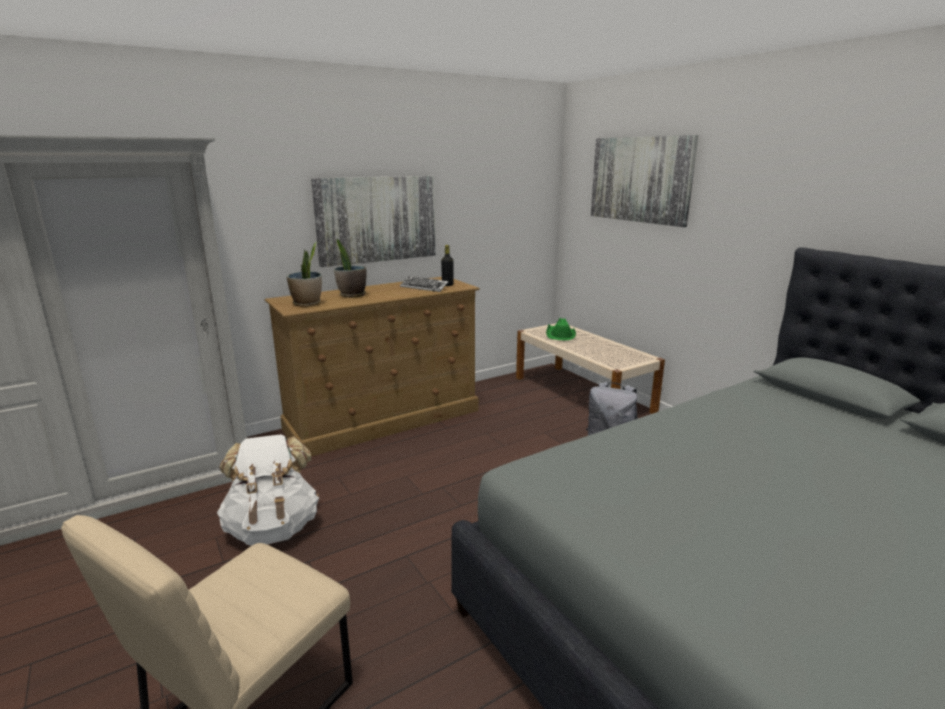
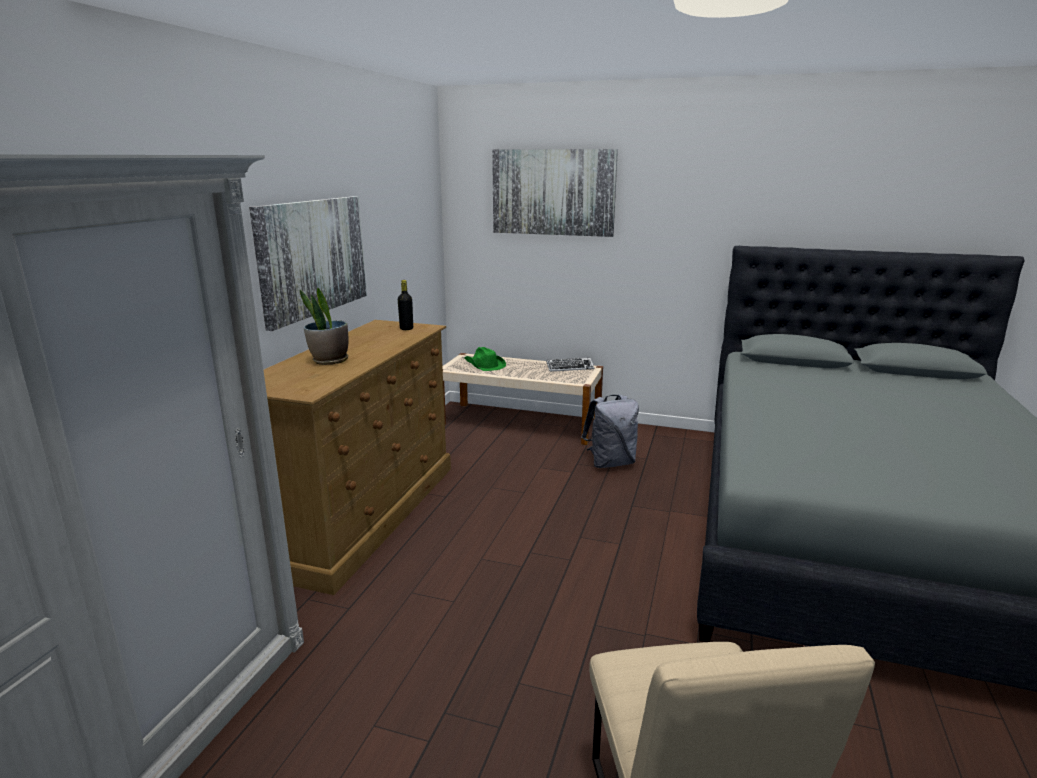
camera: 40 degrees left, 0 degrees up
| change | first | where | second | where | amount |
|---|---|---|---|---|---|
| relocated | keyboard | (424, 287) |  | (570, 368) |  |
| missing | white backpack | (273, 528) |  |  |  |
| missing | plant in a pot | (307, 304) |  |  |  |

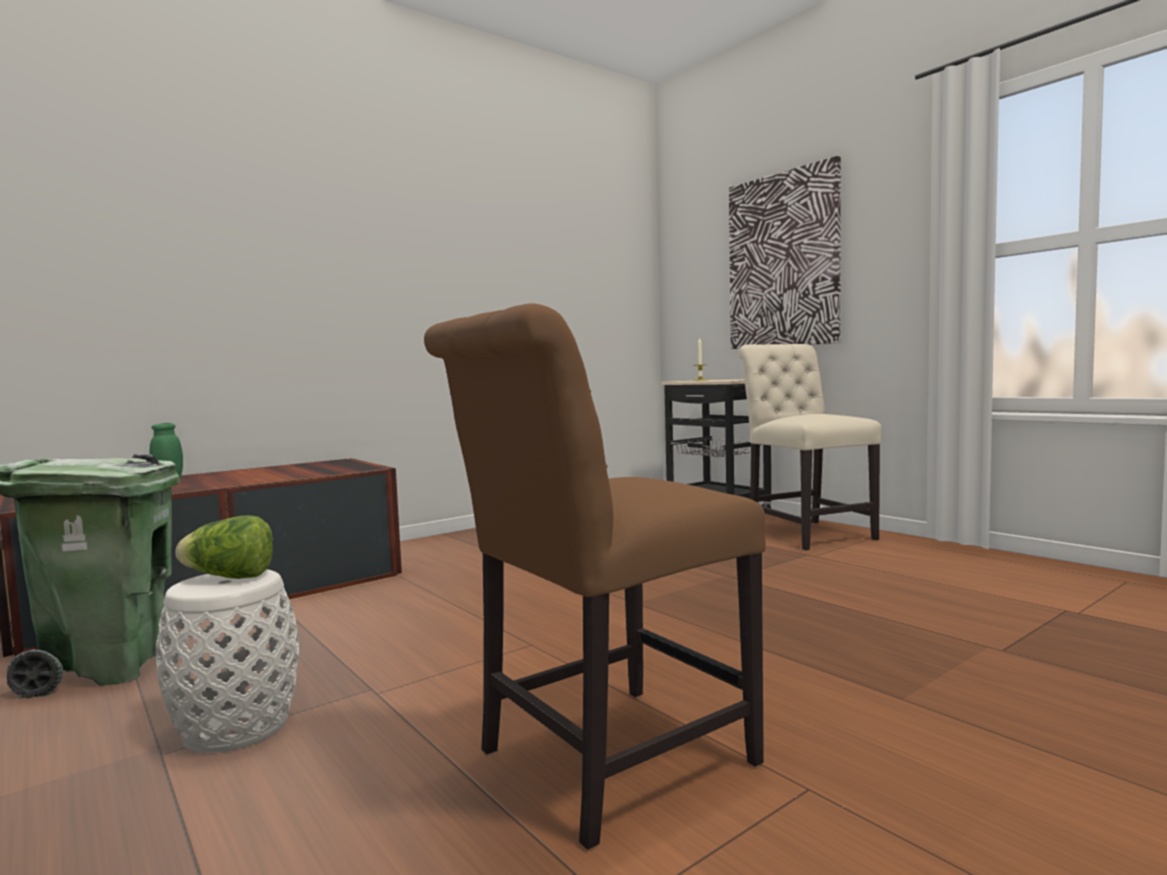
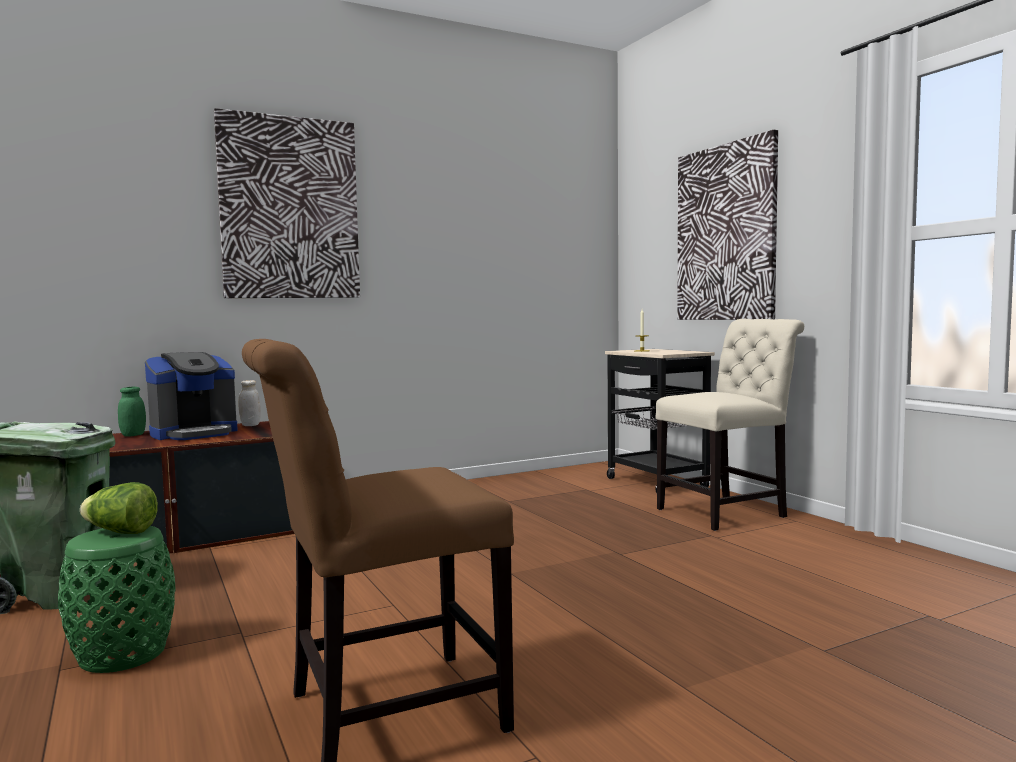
camera: 10 degrees right, 0 degrees up
| change | first | where | second | where | amount |
|---|---|---|---|---|---|
| colour | white sitting stool | (236, 728) | greenish sitting stool | (122, 654) |  |
| appeared |  |  | coffee maker | (194, 433) |  |
| appeared |  |  | wall picture | (290, 208) |  |
| appeared |  |  | white jar | (250, 425) |  |
| spun | sand-coloured upright chair | (806, 533) |  | (728, 512) | 75 degrees clockwise |

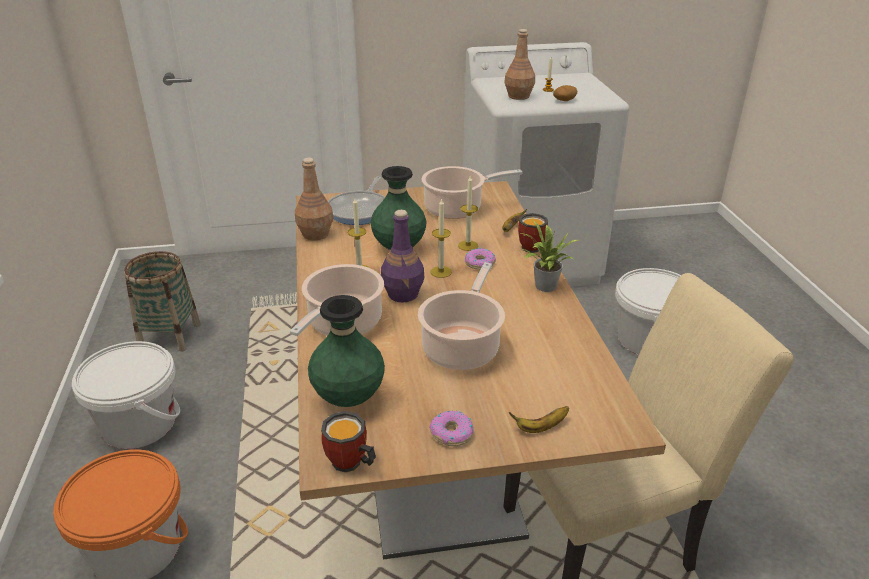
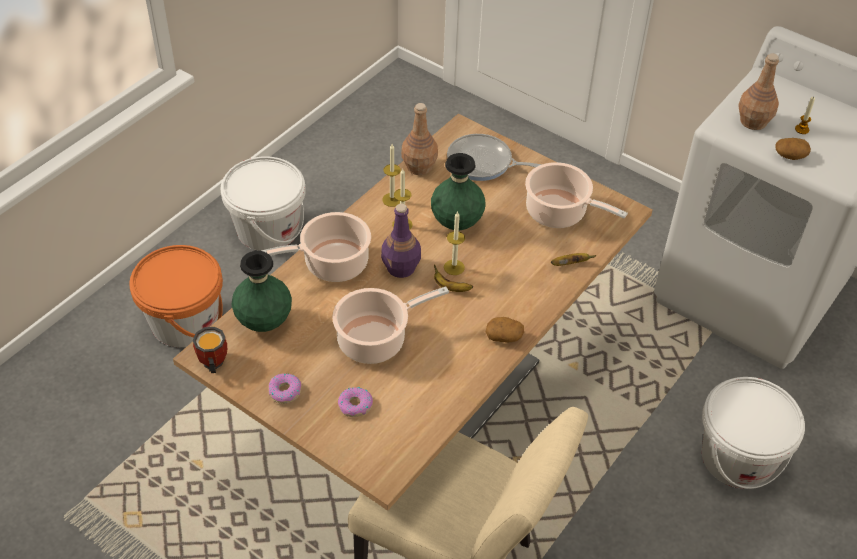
camera: 45 degrees right, 15 degrees up
| change | first | where | second | where | amount |
|---|---|---|---|---|---|
| relocated | donut | (480, 263) |  | (355, 405) |  |
| relocated | candle | (468, 245) |  | (392, 199) |  |
| relocated | banana | (540, 427) |  | (450, 287) |  |
| spun | frying pan | (360, 210) |  | (483, 163) | 45 degrees clockwise |
| exchanged | plant in a pot | (543, 287) | whole potato | (504, 336) |  |
| missing | household basket | (170, 336) |  |  |  |
| missing | coffee mug | (533, 246) |  |  |  |

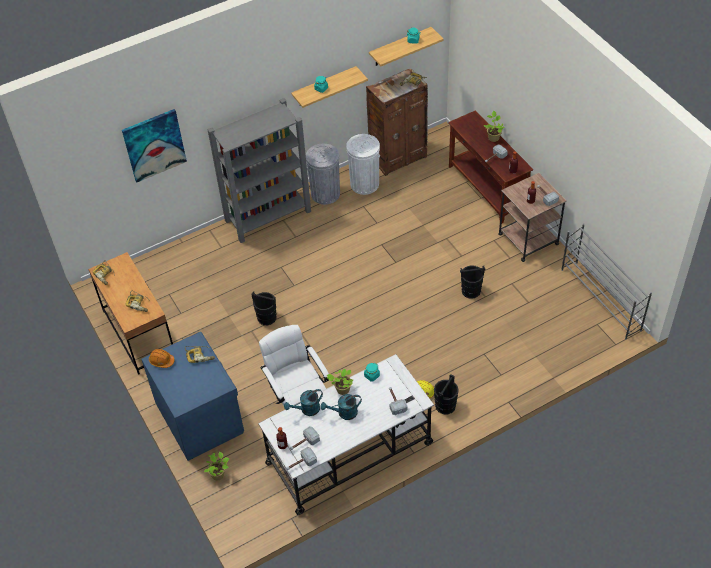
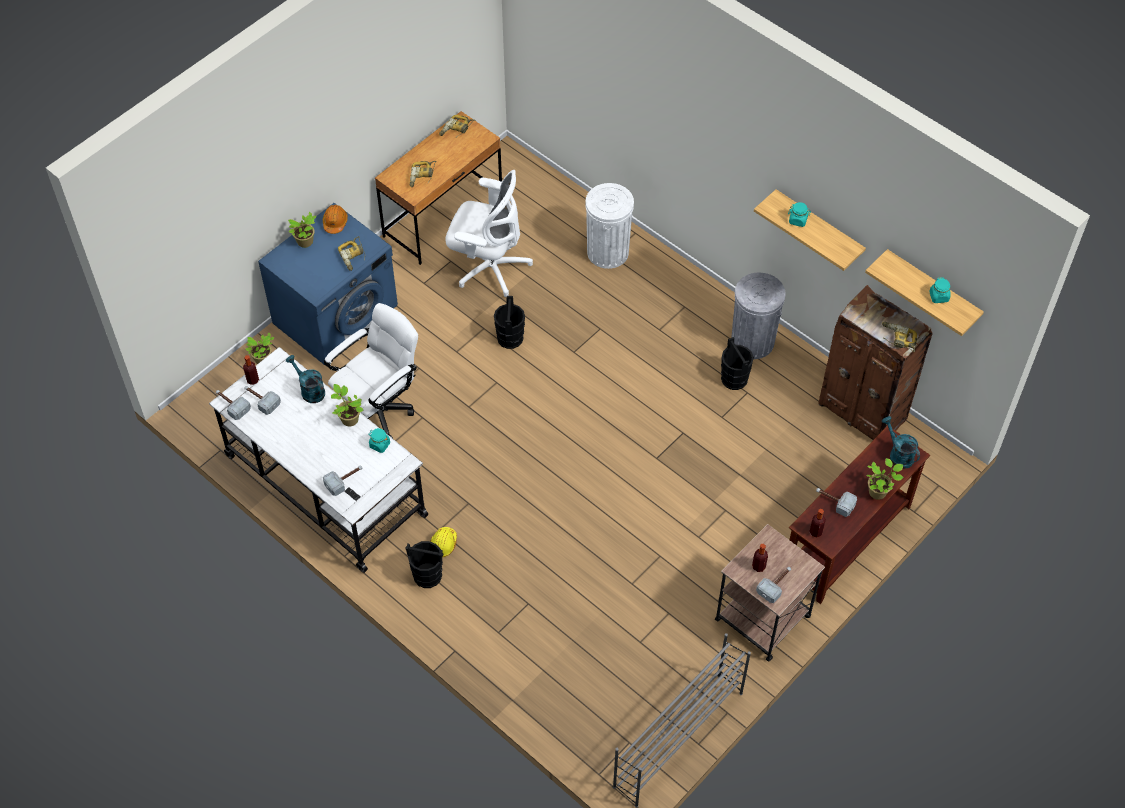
camera: 70 degrees right, 5 degrees up
| change | first | where | second | where | amount |
|---|---|---|---|---|---|
| appeared |  |  | plant in a pot | (306, 242) |  |
| appeared |  |  | white desk chair | (486, 267) |  |
| relocated | white rubbish bin | (364, 184) |  | (608, 252) |  |
| relocated | black pail | (471, 291) |  | (734, 379) |  |
| relocated | turquoise watering can | (344, 413) |  | (898, 454) |  |
| missing | wall picture | (154, 145) |  |  |  |
| missing | grey bookcase | (268, 216) |  |  |  |

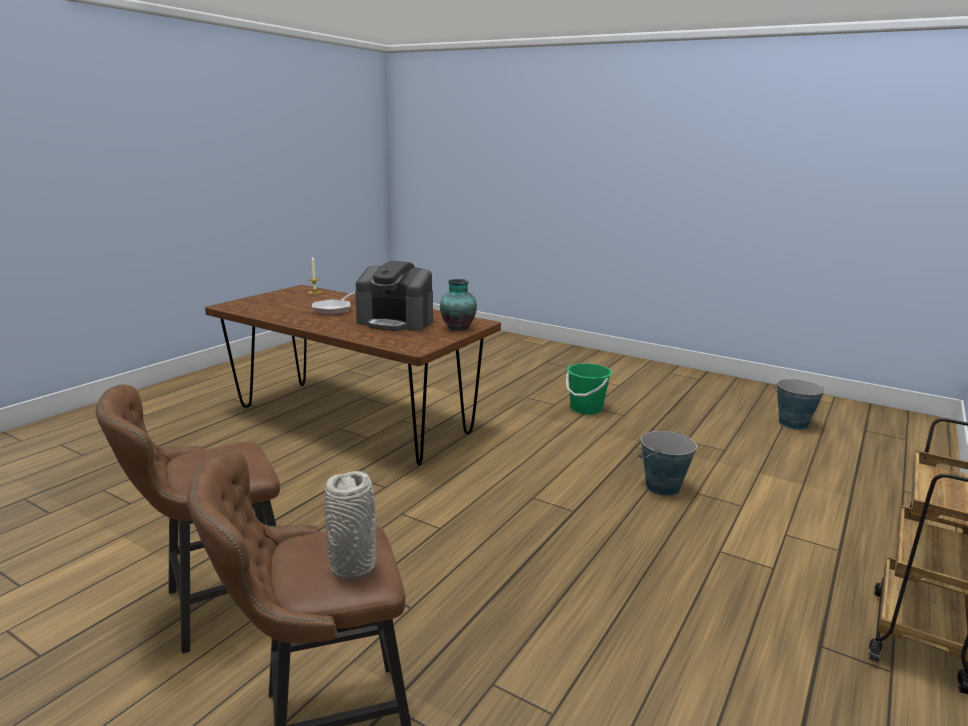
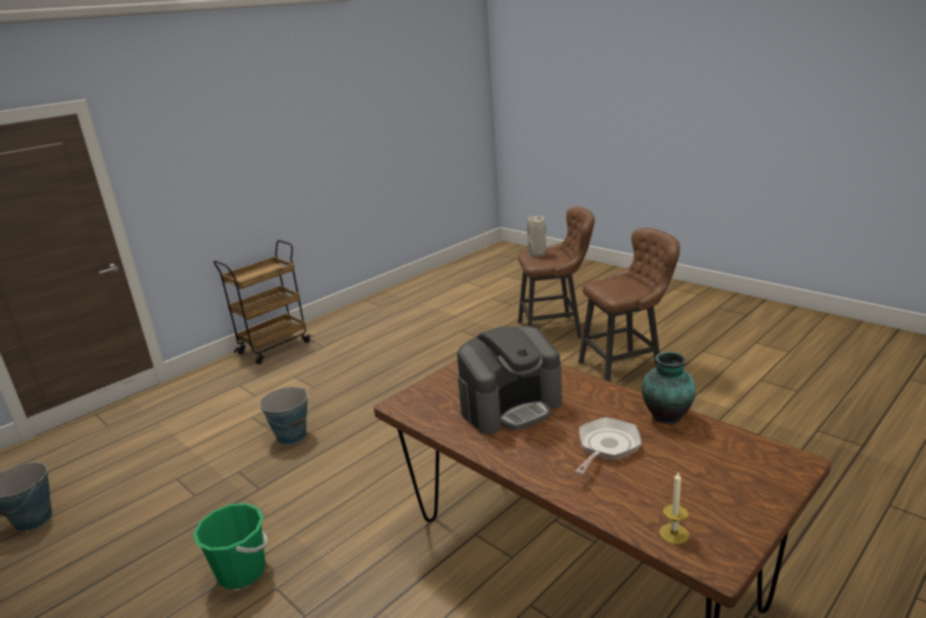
camera: 165 degrees left, 5 degrees up
| change | first | where | second | where | amount |
|---|---|---|---|---|---|
| spun | coffee maker | (396, 322) |  | (511, 406) | 120 degrees clockwise |
| relocated | flower vase | (457, 328) |  | (667, 417) |  |

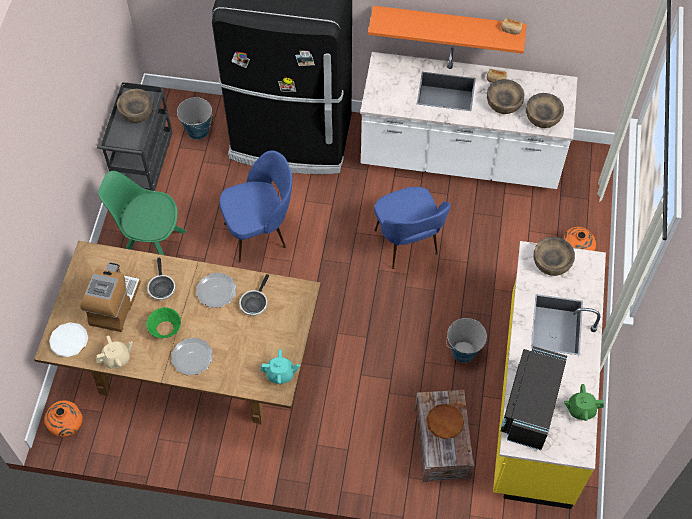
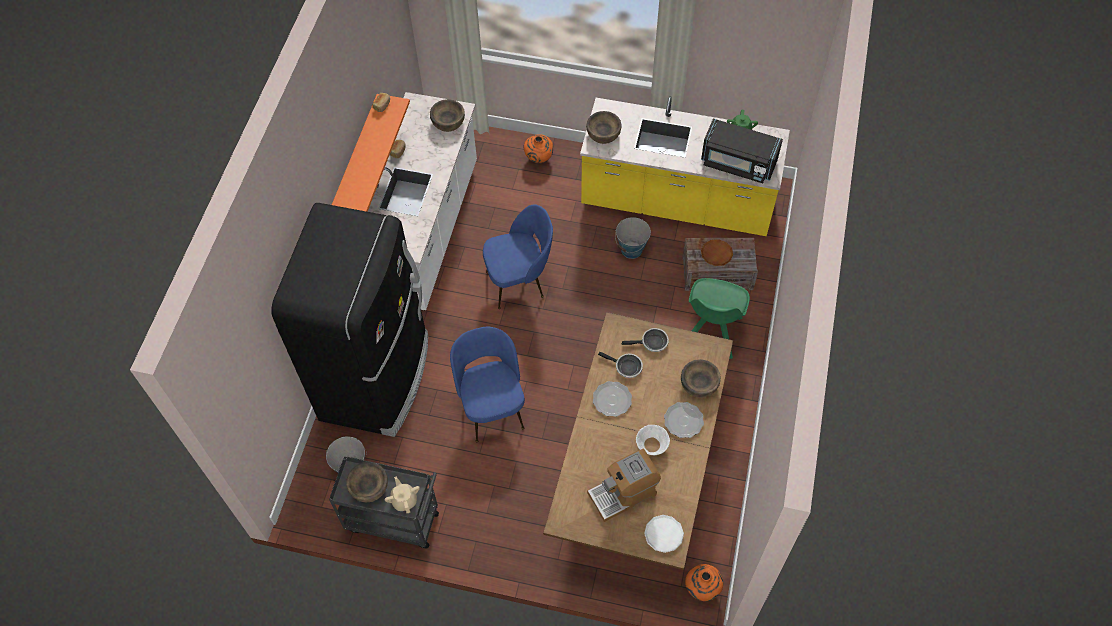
camera: 85 degrees left, 0 degrees up
| change | first | where | second | where | amount |
|---|---|---|---|---|---|
| relocated | sand-coloured pot for tea | (117, 359) |  | (404, 500) |  |
| spun | coffee maker | (114, 304) |  | (623, 493) | 45 degrees counterclockwise |
| relocated | frying pan | (161, 287) |  | (652, 343) |  |
| colour | greenish bowl | (165, 328) | white bowl | (652, 445) |  |
| relocated | brown bowl | (503, 103) |  | (699, 384) |  |
| relocated | greenish upright chair | (151, 246) |  | (711, 332) |  |
| missing | turquoise pot for tea | (280, 374) |  |  |  |

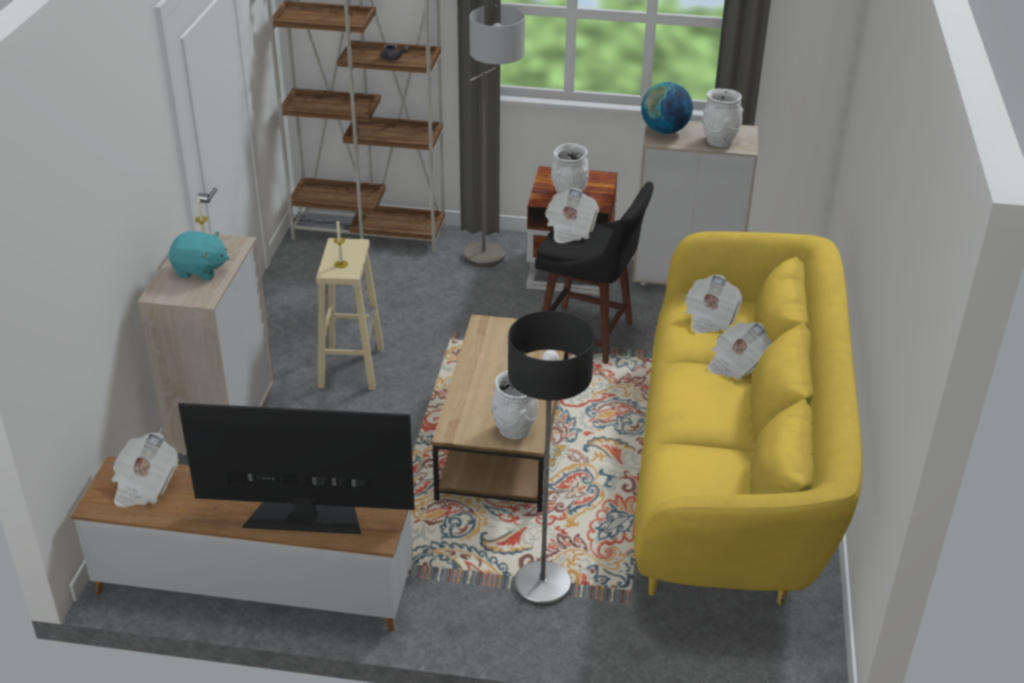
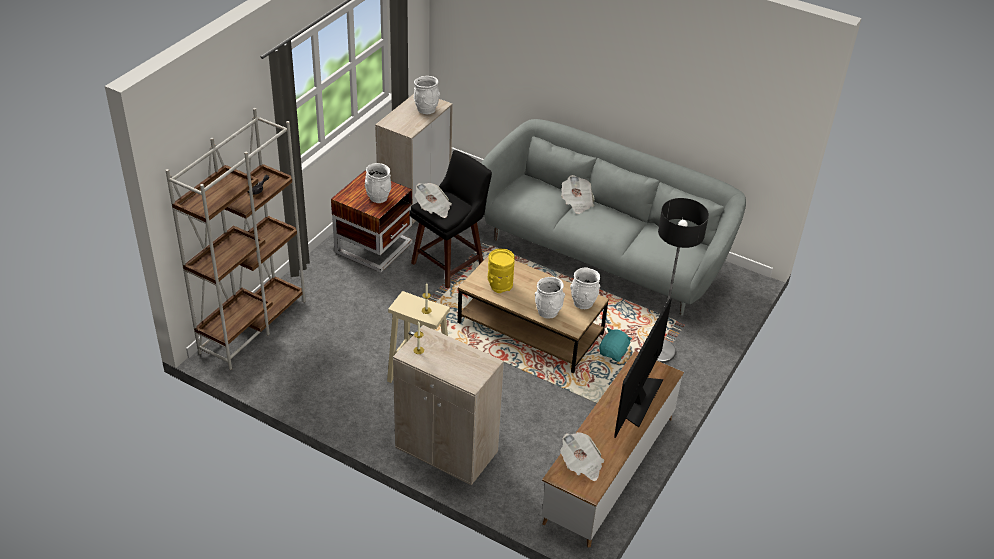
camera: 70 degrees left, 5 degrees up
| change | first | where | second | where | amount |
|---|---|---|---|---|---|
| colour | yellowish sofa | (732, 472) | grey sofa | (603, 254) |  |
| appeared |  |  | yellowish flower vase | (500, 284) |  |
| appeared |  |  | white flower vase | (548, 312) |  |
| relocated | turquoise soft toy | (200, 270) |  | (613, 353) |  |
| missing | grey standard lamp | (492, 251) |  |  |  |
| missing | desk globe | (664, 131) |  |  |  |
| missing | newspaper | (709, 318) |  |  |  |

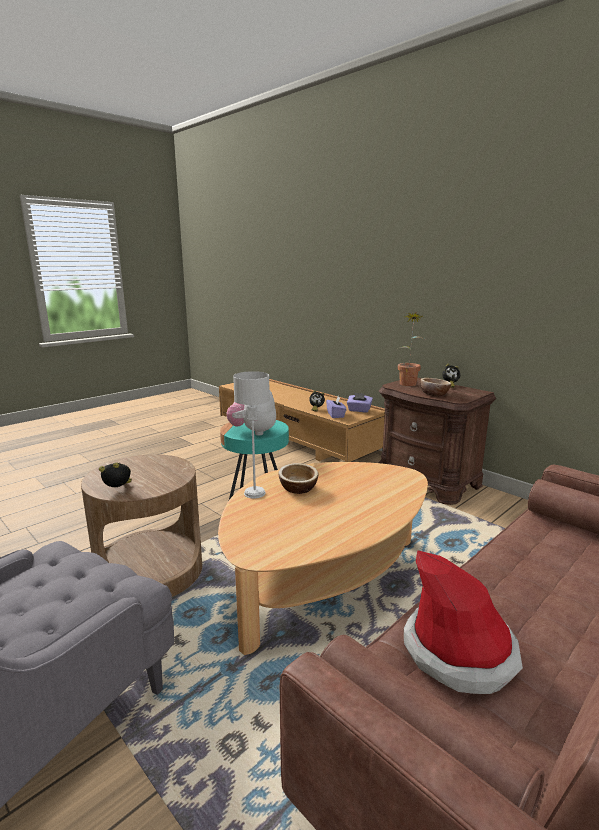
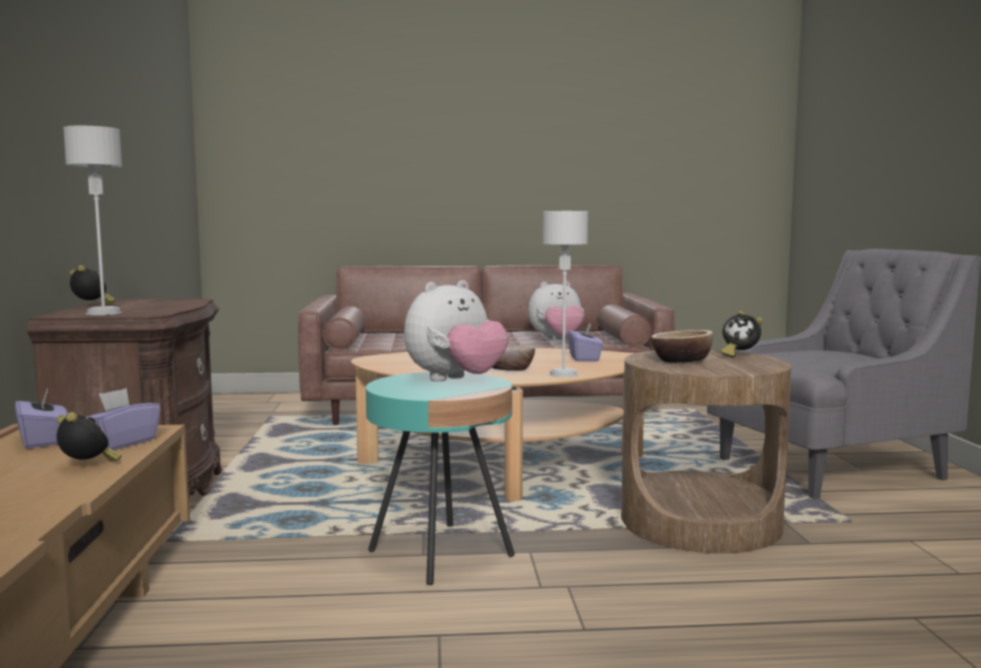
camera: 140 degrees left, 10 degrees down
| change | first | where | second | where | amount |
|---|---|---|---|---|---|
| exchanged | plant in a pot | (408, 382) | grey tabletop lamp | (104, 313) |  |
| exchanged | hat | (459, 651) | soft toy | (557, 340) |  |
| appeared |  |  | purple tissue holder | (585, 358) |  |
| relocated | bowl | (434, 394) |  | (681, 361) |  |

